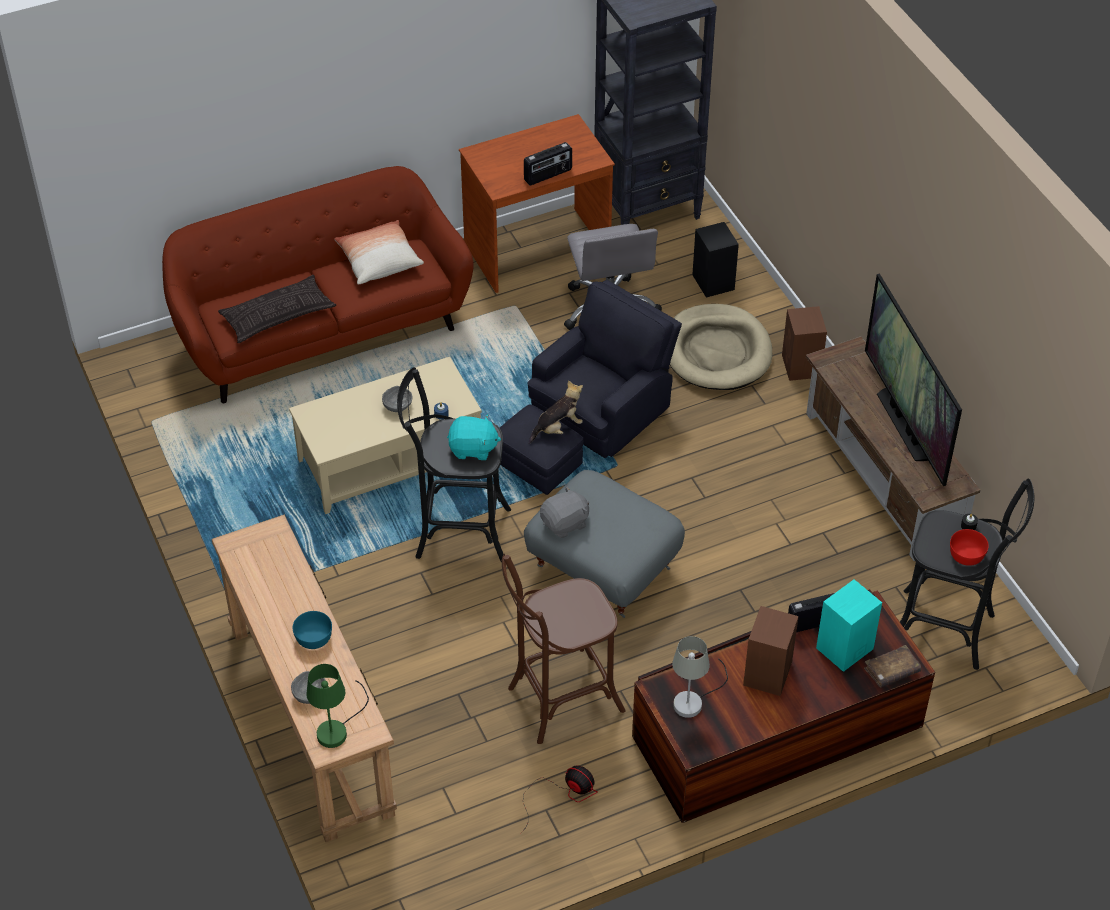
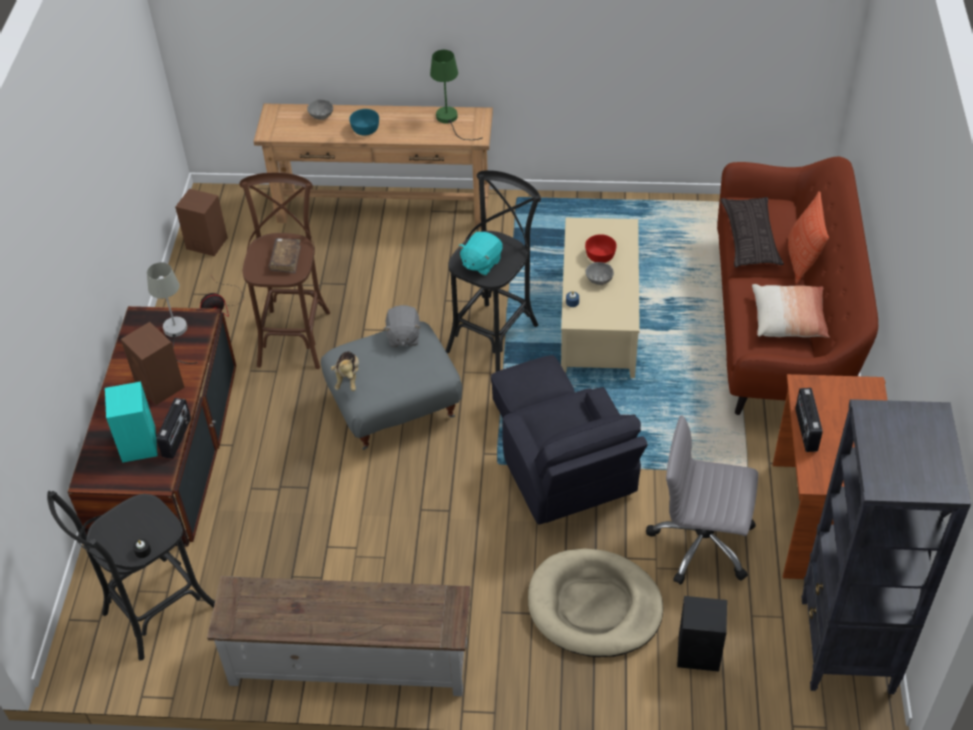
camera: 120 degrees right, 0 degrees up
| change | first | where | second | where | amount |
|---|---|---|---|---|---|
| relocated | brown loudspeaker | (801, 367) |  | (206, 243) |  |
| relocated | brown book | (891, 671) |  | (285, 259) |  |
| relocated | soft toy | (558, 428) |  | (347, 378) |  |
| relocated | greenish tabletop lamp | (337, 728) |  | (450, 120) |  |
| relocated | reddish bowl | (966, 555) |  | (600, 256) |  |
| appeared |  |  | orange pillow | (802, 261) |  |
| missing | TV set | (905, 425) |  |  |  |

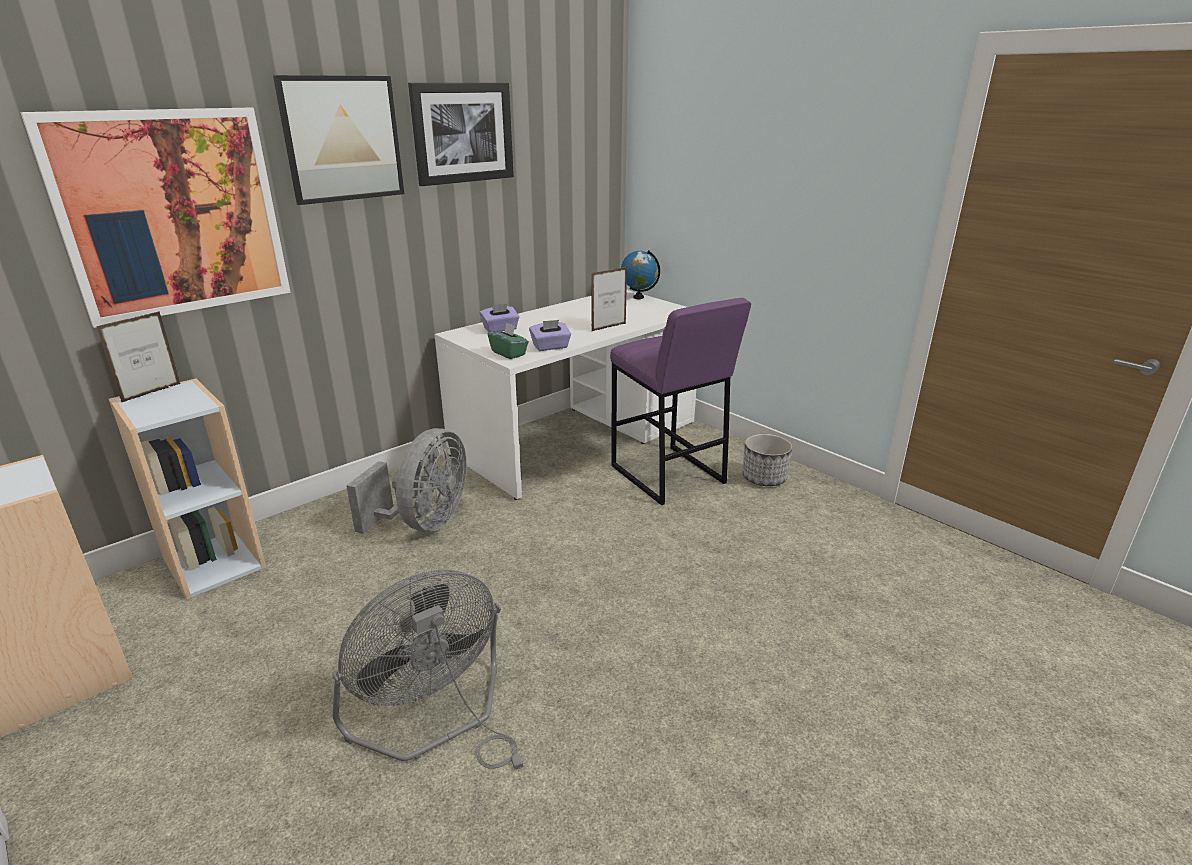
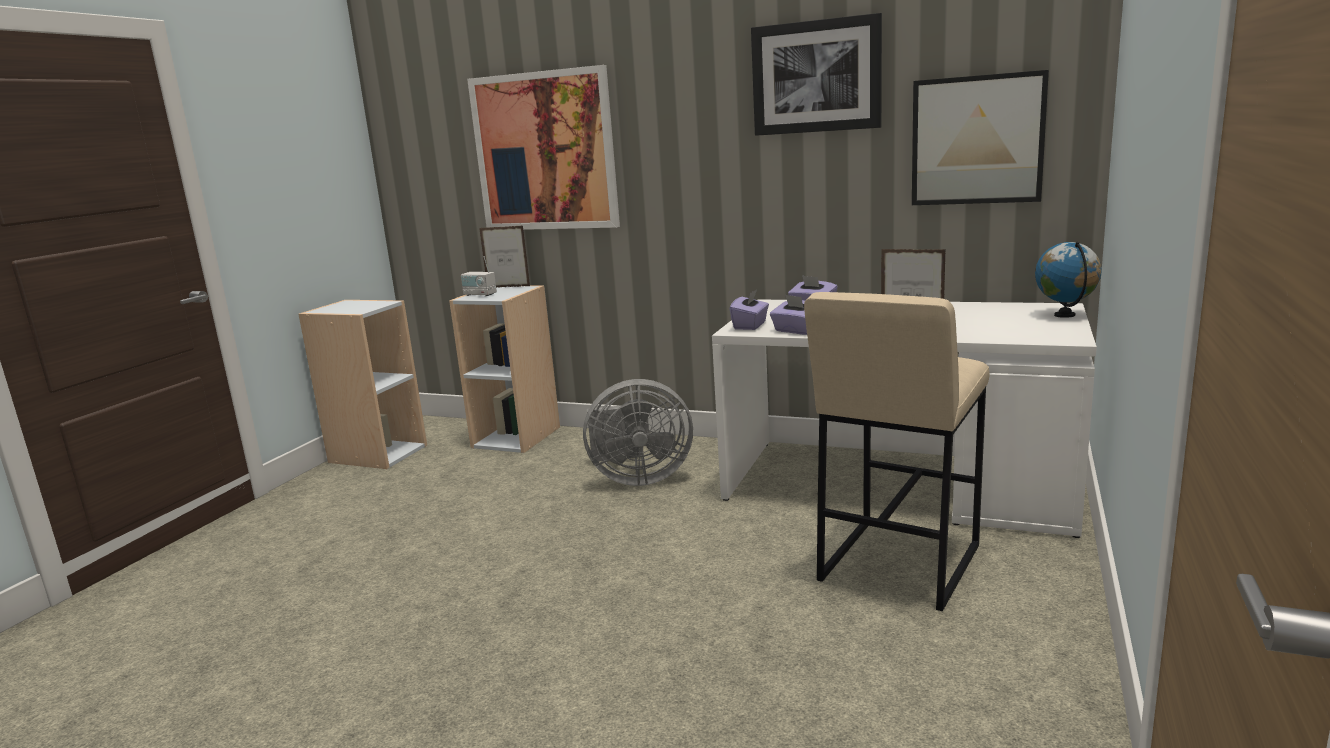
camera: 65 degrees right, 10 degrees down
| change | first | where | second | where | amount |
|---|---|---|---|---|---|
| appeared |  |  | radio | (480, 295) |  |
| colour | greenish tissue holder | (509, 353) | purple tissue holder | (750, 325) |  |
| colour | purple sitting stool | (669, 475) | sand-coloured sitting stool | (898, 565) |  |
| relocated | wall picture | (342, 139) |  | (977, 140) |  |
| missing | grey cooling fan | (444, 721) |  |  |  |
| missing | plant pot | (764, 478) |  |  |  |

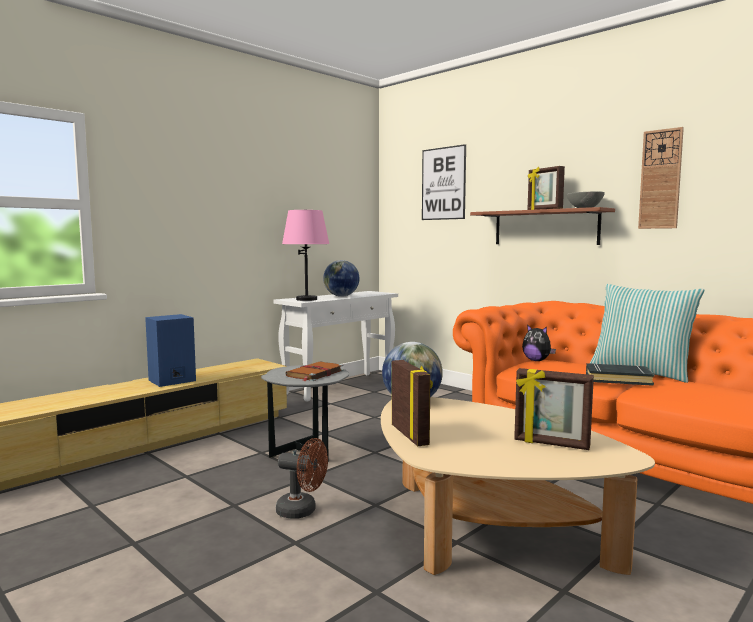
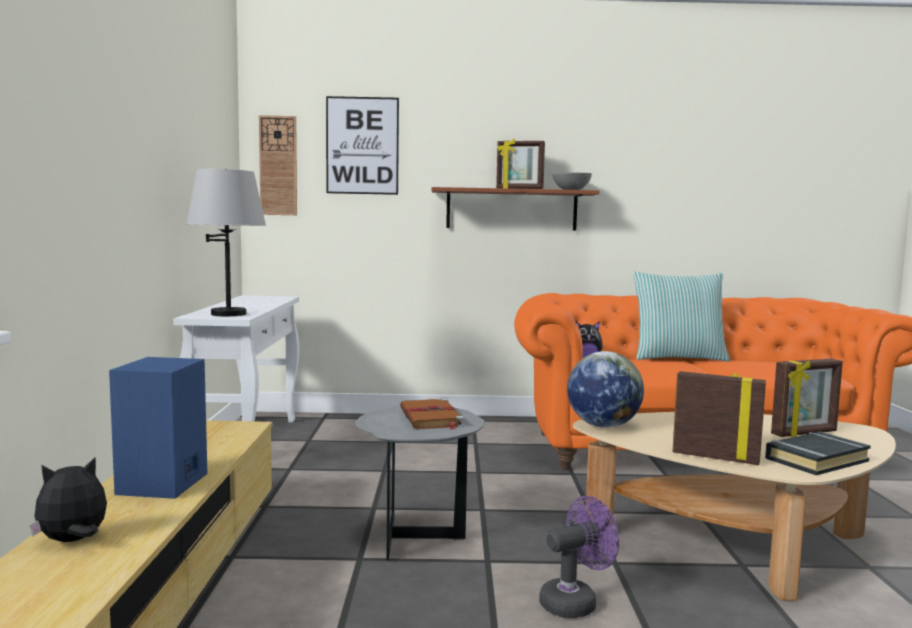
camera: 45 degrees left, 0 degrees up
| change | first | where | second | where | amount |
|---|---|---|---|---|---|
| appeared |  |  | soft toy | (73, 541) |  |
| colour | pinkish tabletop lamp | (307, 299) | grey tabletop lamp | (229, 314) |  |
| relocated | hanging clock | (660, 179) |  | (278, 166) |  |
| colour | brown cooling fan | (302, 511) | purple cooling fan | (575, 602) |  |
| relocated | black book | (618, 379) |  | (816, 460) |  |
| missing | desk globe | (341, 296) |  |  |  |

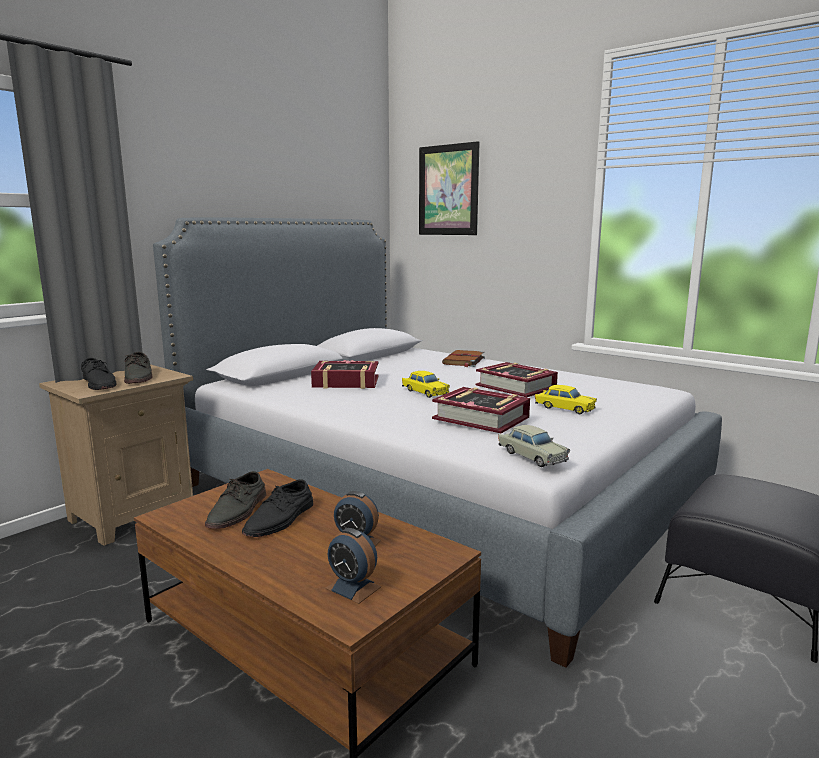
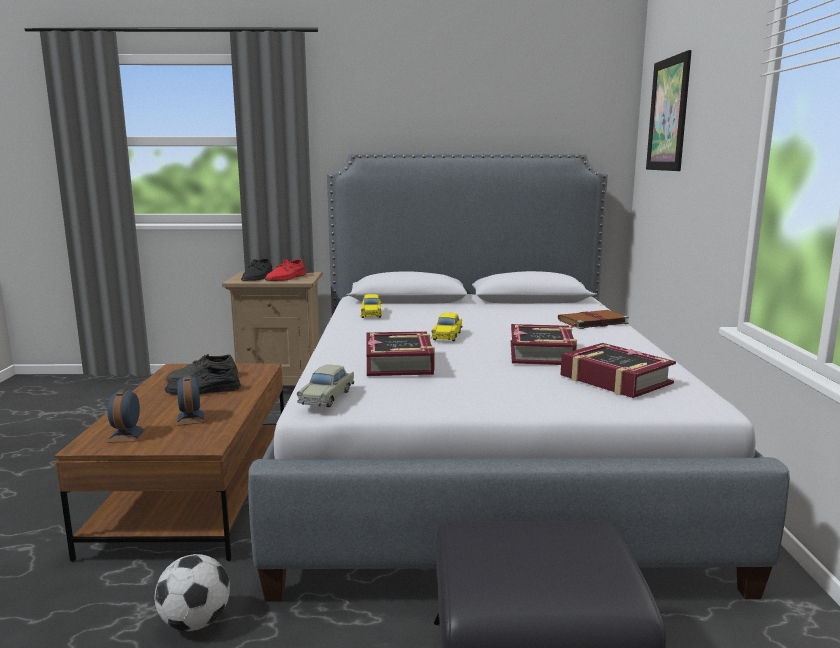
camera: 50 degrees right, 0 degrees up
| change | first | where | second | where | amount |
|---|---|---|---|---|---|
| appeared |  |  | ball for football | (195, 622) |  |
| colour | grey shoe | (139, 377) | reddish shoe | (286, 278) |  |
| relocated | yellowish toy car | (564, 408) |  | (371, 314) |  |
| relocated | book | (346, 382) |  | (615, 380) |  |

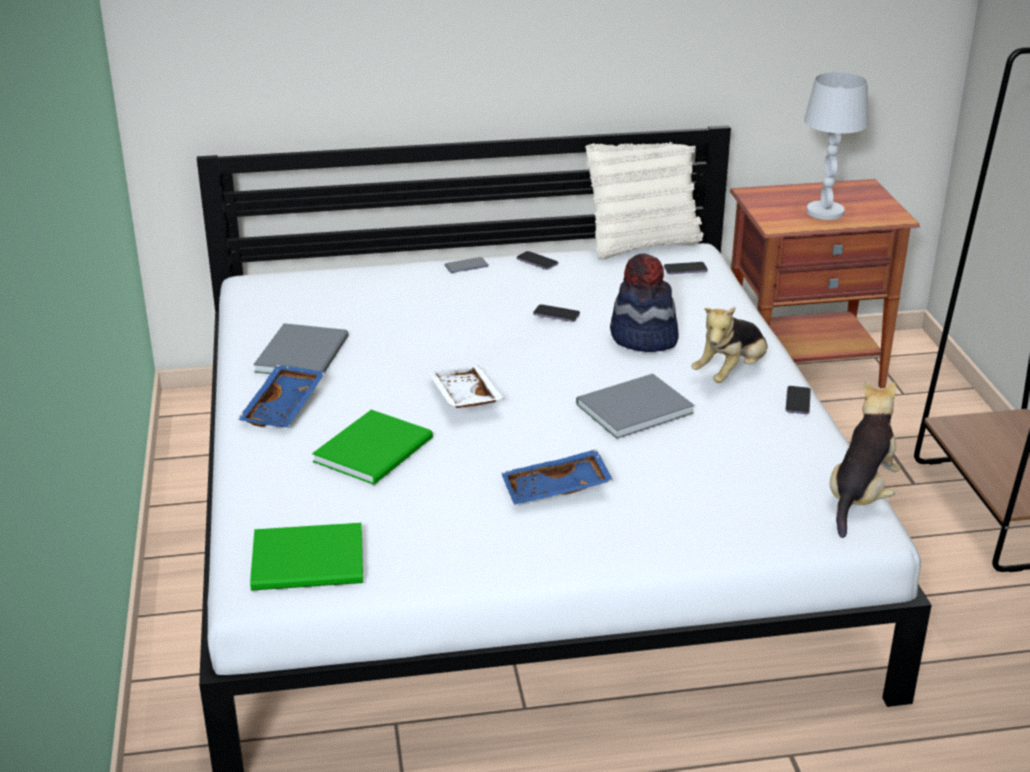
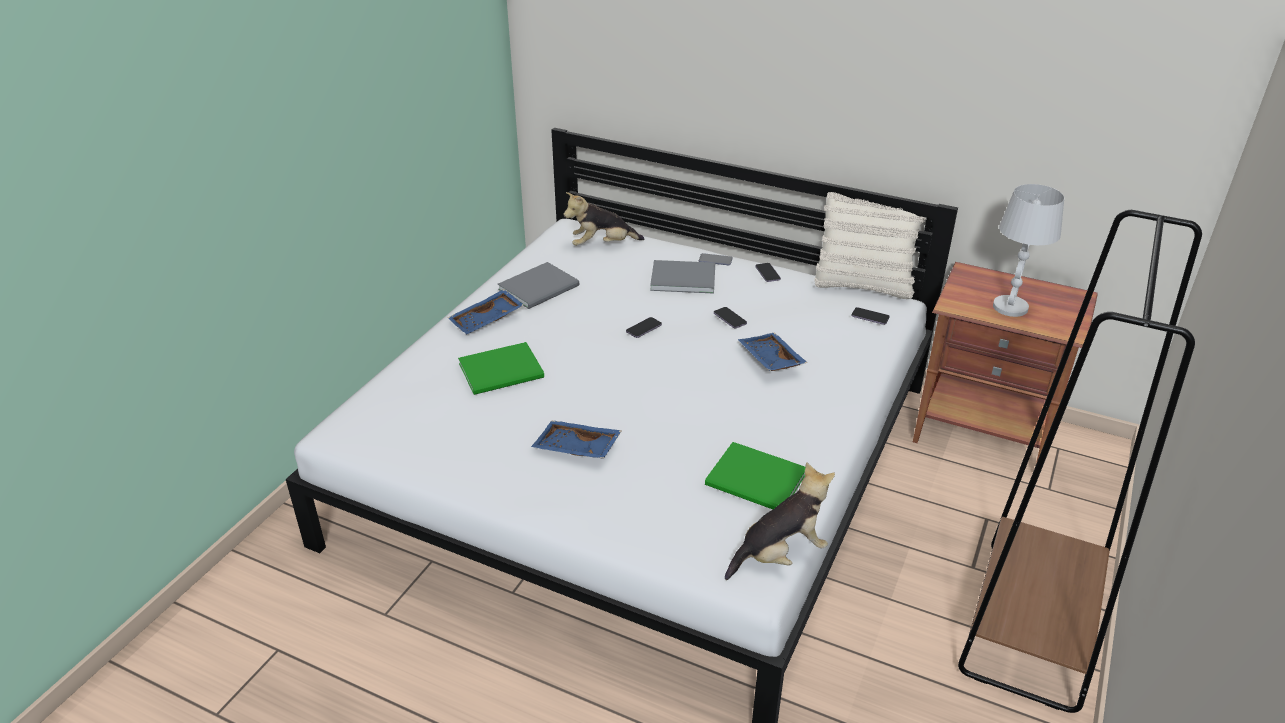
camera: 35 degrees right, 5 degrees up
| change | first | where | second | where | amount |
|---|---|---|---|---|---|
| relocated | soft toy | (731, 373) |  | (602, 245) |  |
| relocated | telephone | (797, 401) |  | (643, 328) |  |
| relocated | grey book | (630, 408) |  | (681, 278) |  |
| relocated | greenish book | (311, 562) |  | (757, 482) |  |
| exchanged | hat | (643, 338) | blue-coloured tray | (769, 360) |  |
| missing | white tray | (463, 397) |  |  |  |

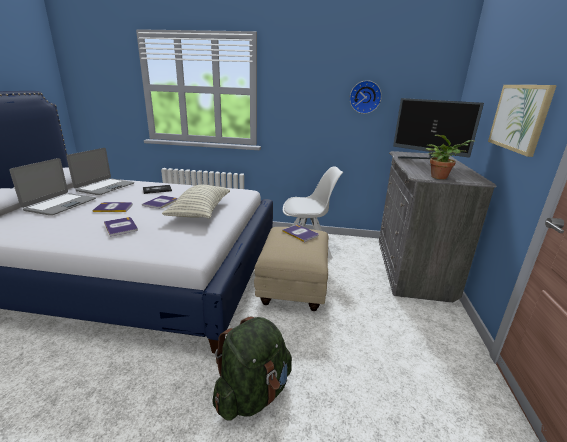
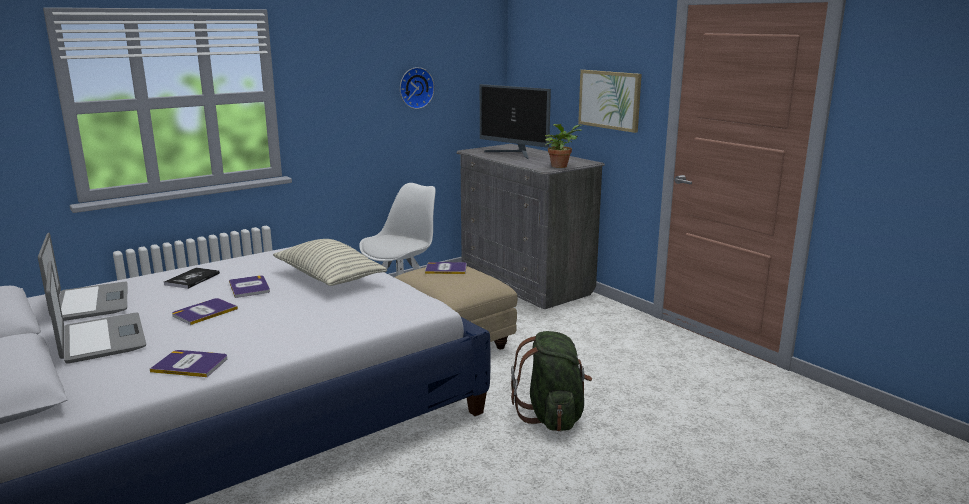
camera: 45 degrees left, 5 degrees down
| change | first | where | second | where | amount |
|---|---|---|---|---|---|
| relocated | book | (121, 227) |  | (190, 364) |  |
| spun | monitor | (427, 161) |  | (514, 154) | 45 degrees clockwise |

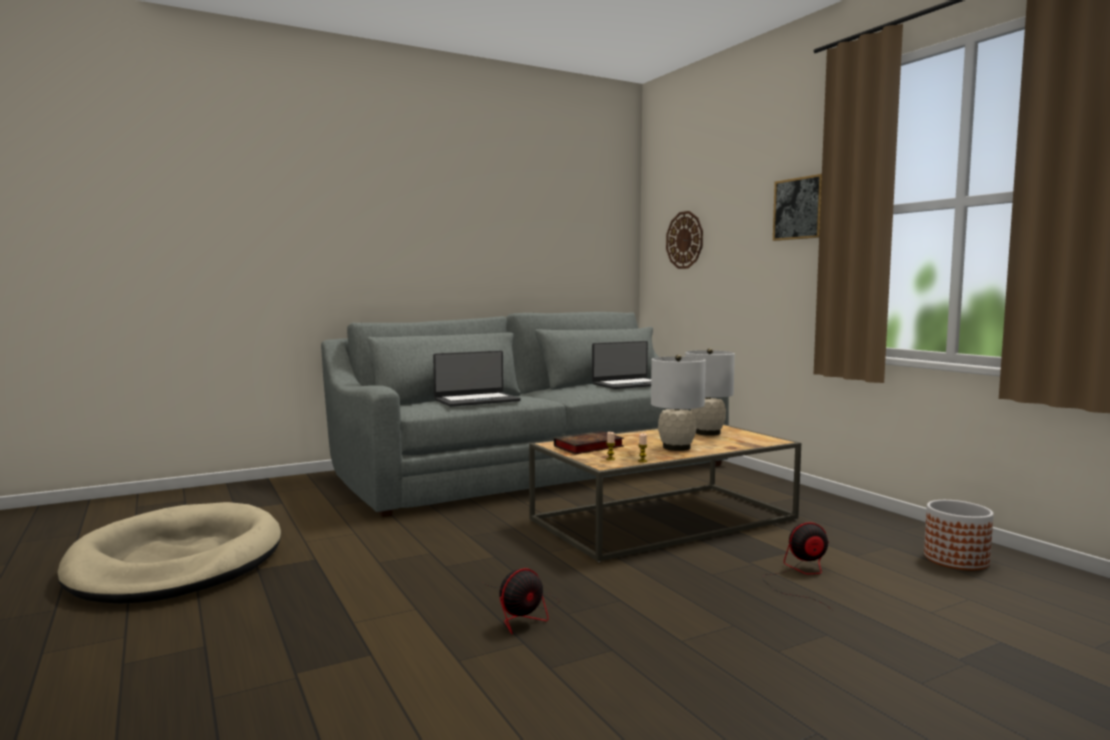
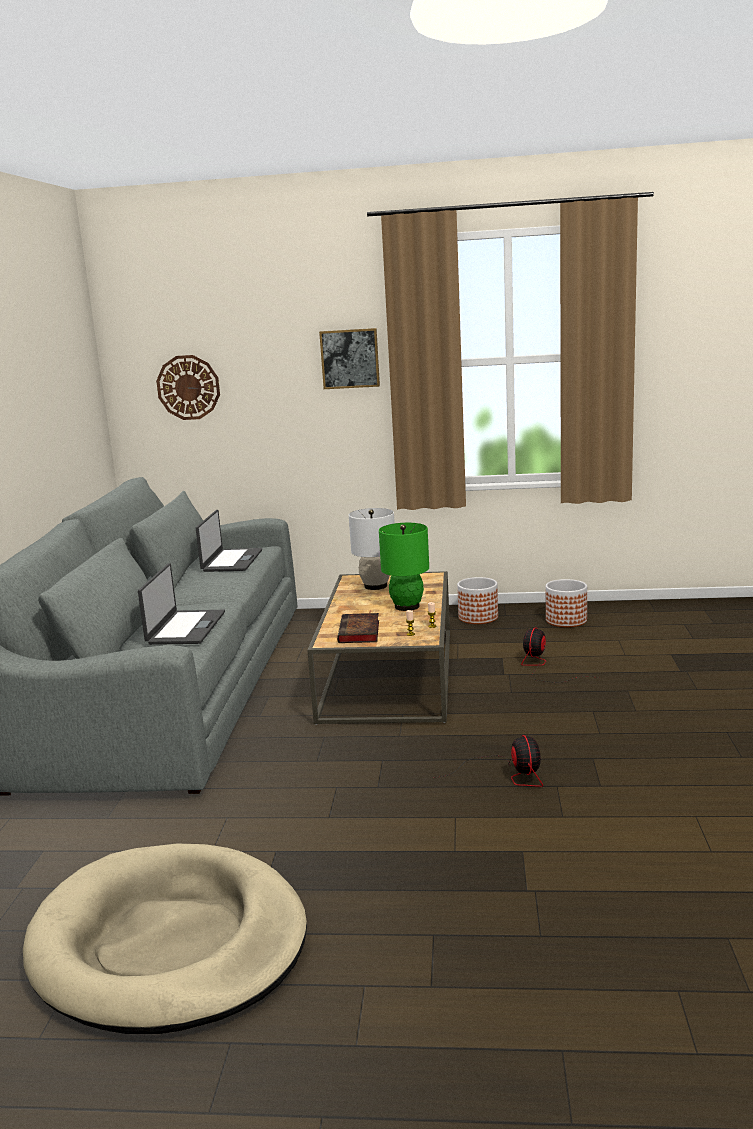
camera: 55 degrees left, 10 degrees up
| change | first | where | second | where | amount |
|---|---|---|---|---|---|
| colour | white tabletop lamp | (676, 447) | greenish tabletop lamp | (407, 606) |  |
| appeared |  |  | plant pot | (478, 617) |  |

